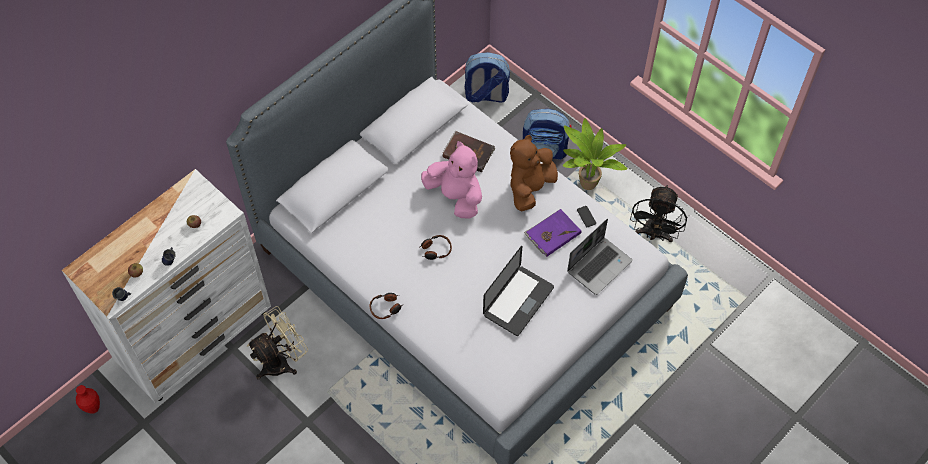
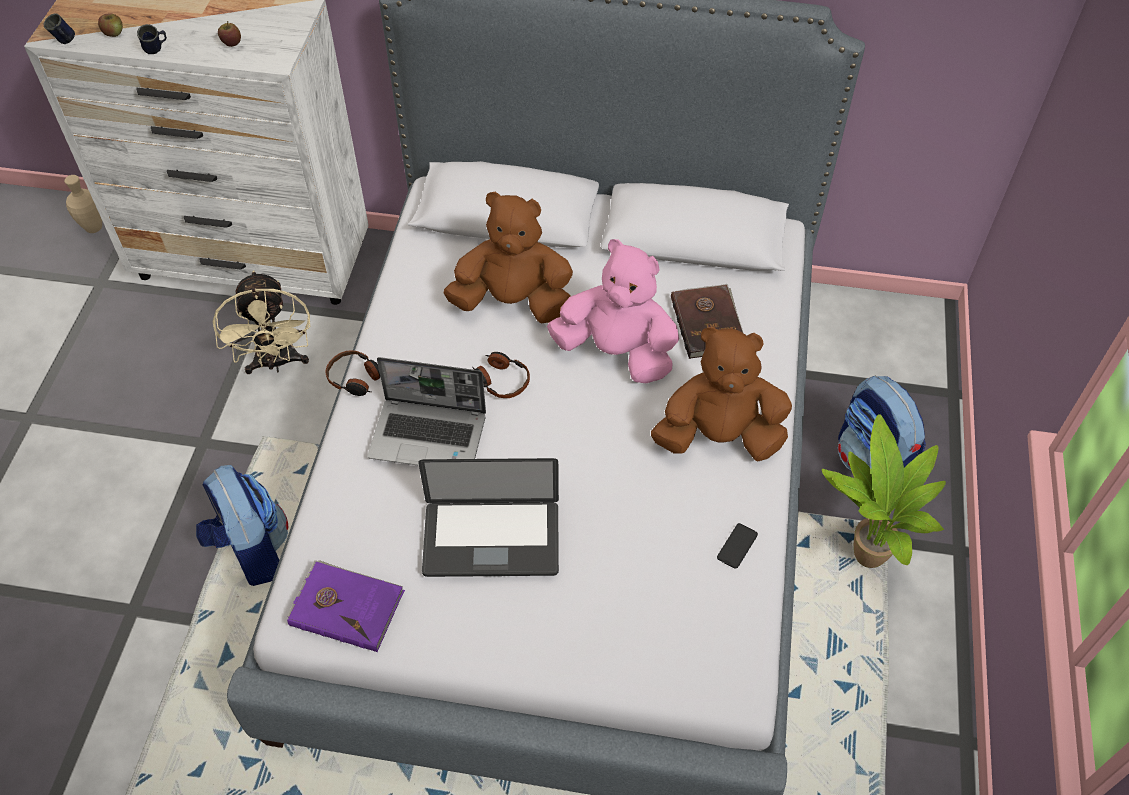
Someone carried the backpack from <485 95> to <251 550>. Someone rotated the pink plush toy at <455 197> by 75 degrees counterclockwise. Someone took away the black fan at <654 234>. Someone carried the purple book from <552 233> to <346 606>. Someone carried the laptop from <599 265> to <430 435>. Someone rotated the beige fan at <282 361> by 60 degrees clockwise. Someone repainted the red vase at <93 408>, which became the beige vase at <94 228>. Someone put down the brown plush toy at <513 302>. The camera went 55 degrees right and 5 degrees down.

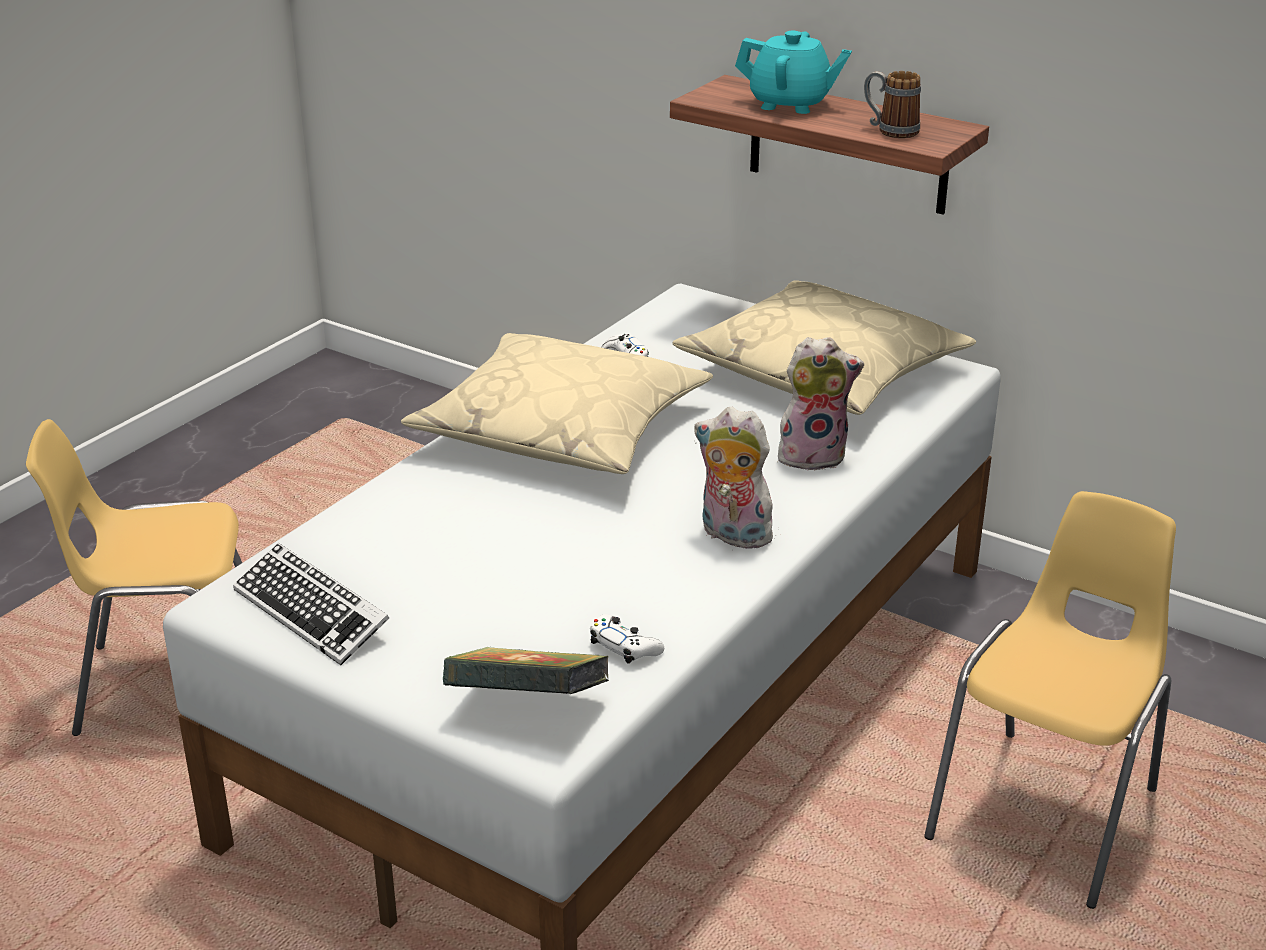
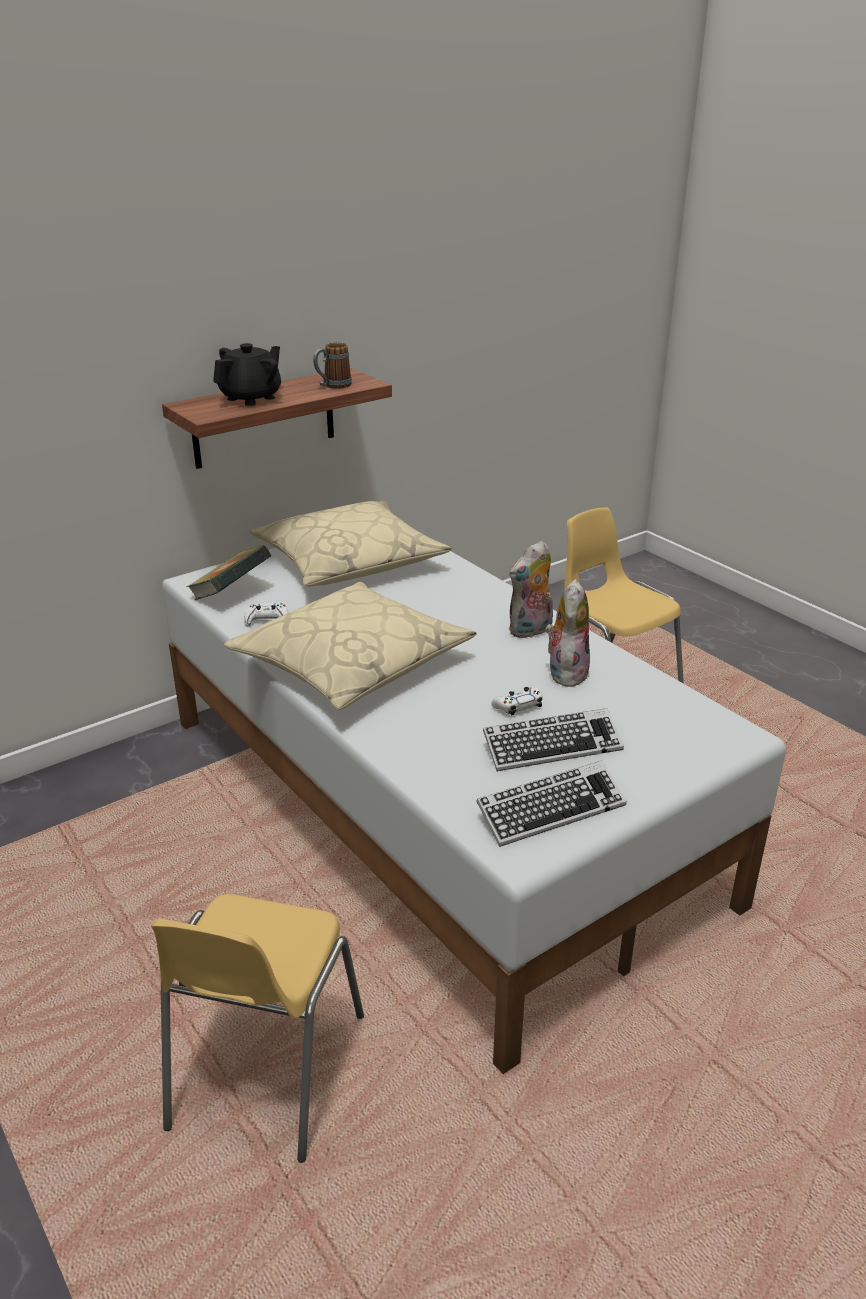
Someone repainted the turquoise teapot at <790 104>, which became the black teapot at <251 398>. Someone carried the plush toy from <813 455> to <565 671>. Someone carried the white game controller from <624 647> to <518 706>. Someone carried the book from <528 707> to <231 594>. Someone put down the keyboard at <552 746>. The camera went 70 degrees left and 0 degrees up.

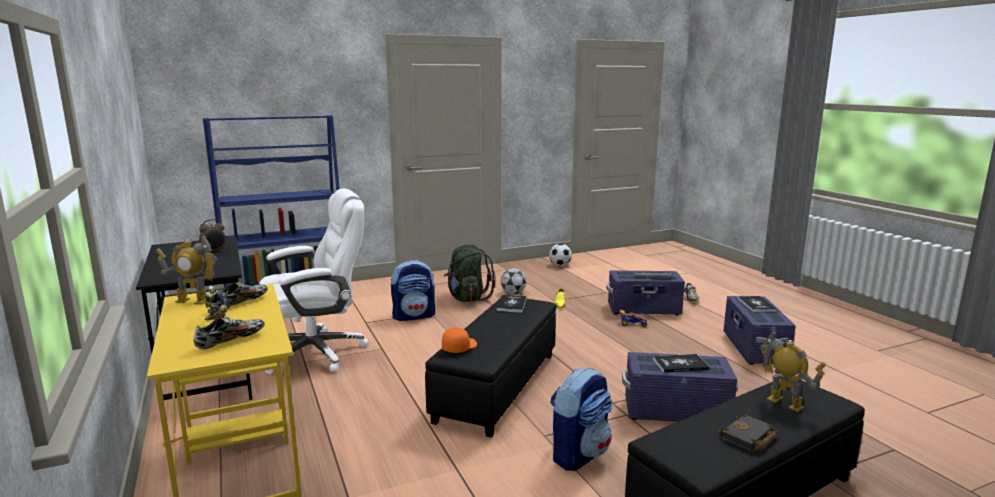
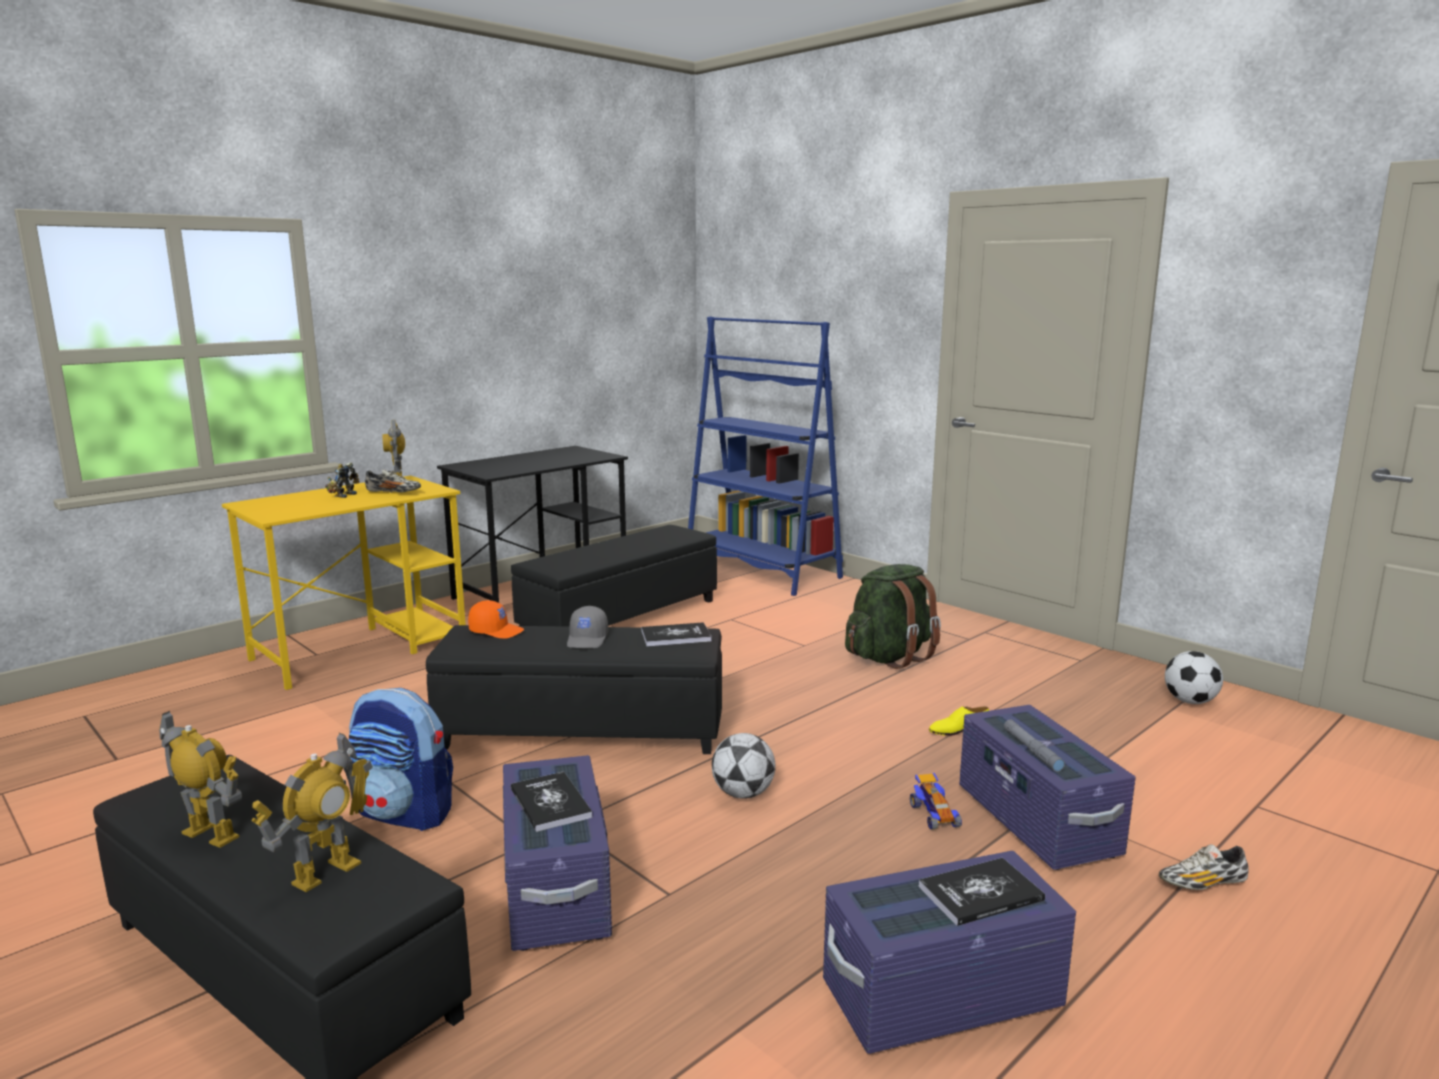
Someone swapped the white office chair at <316 352> for the black ottoman at <621 617>. Someone took away the alarm clock at <214 251>. Someone took away the backpack at <414 316>. Someone carried the football from <513 293> to <743 794>. Someone took away the shoe at <230 341>. Someone swapped the black book at <748 438> for the toy robot at <211 834>. Someone put down the grey cap at <588 640>. The camera went 70 degrees right and 0 degrees up.

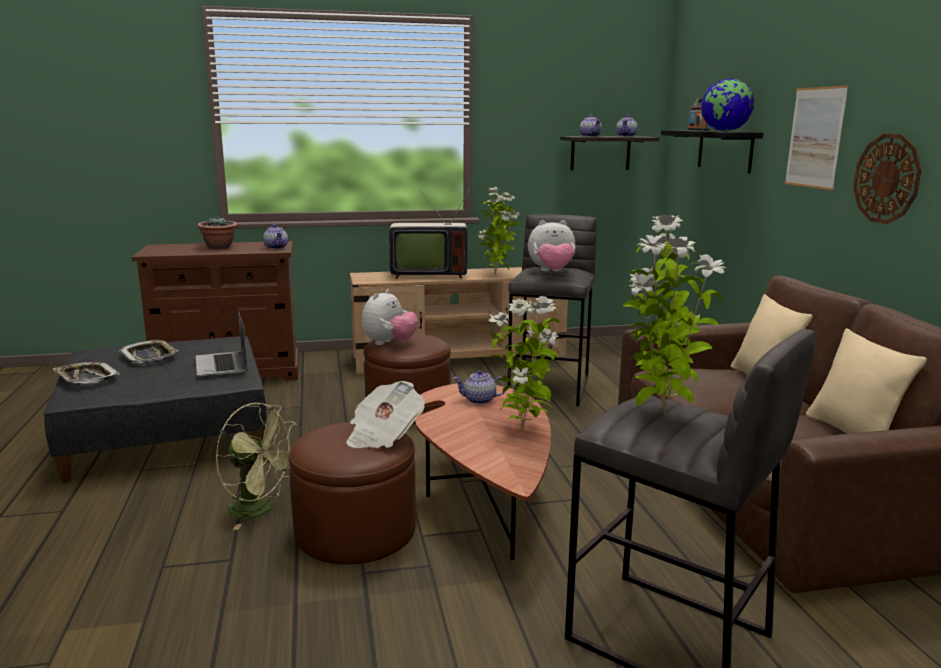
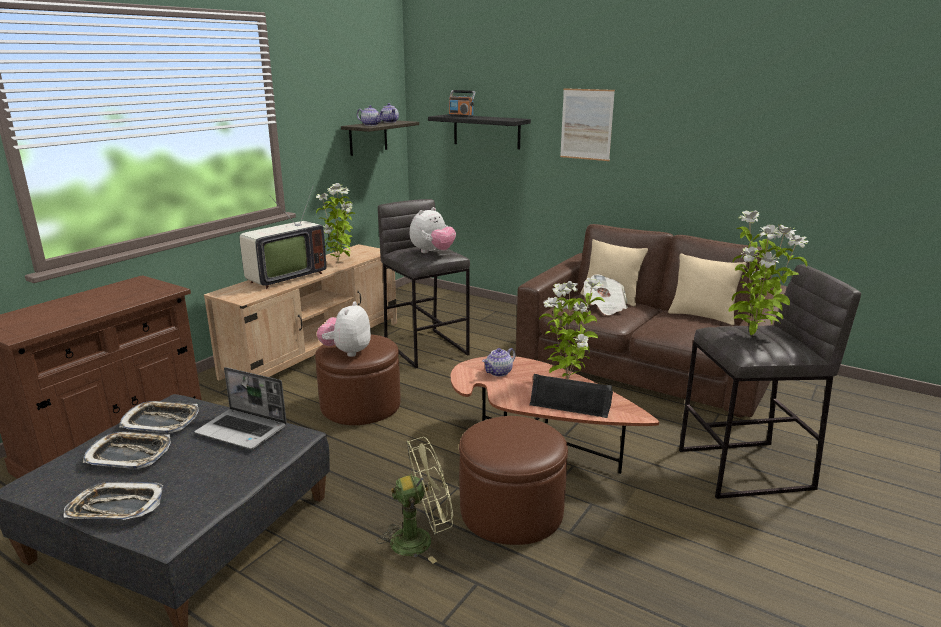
Someone took away the globe at <724 131>. Someone took away the wall clock at <887 178>. Someone took away the potted plant at <219 247>. Someone took away the teapot at <276 247>. Someone rotated the plush toy at <389 343> by 150 degrees counterclockwise. Someone carried the newspaper from <383 435> to <604 306>. Someone put down the black speaker at <571 403>. Someone put down the tray at <161 421>. The camera went 45 degrees left and 5 degrees up.

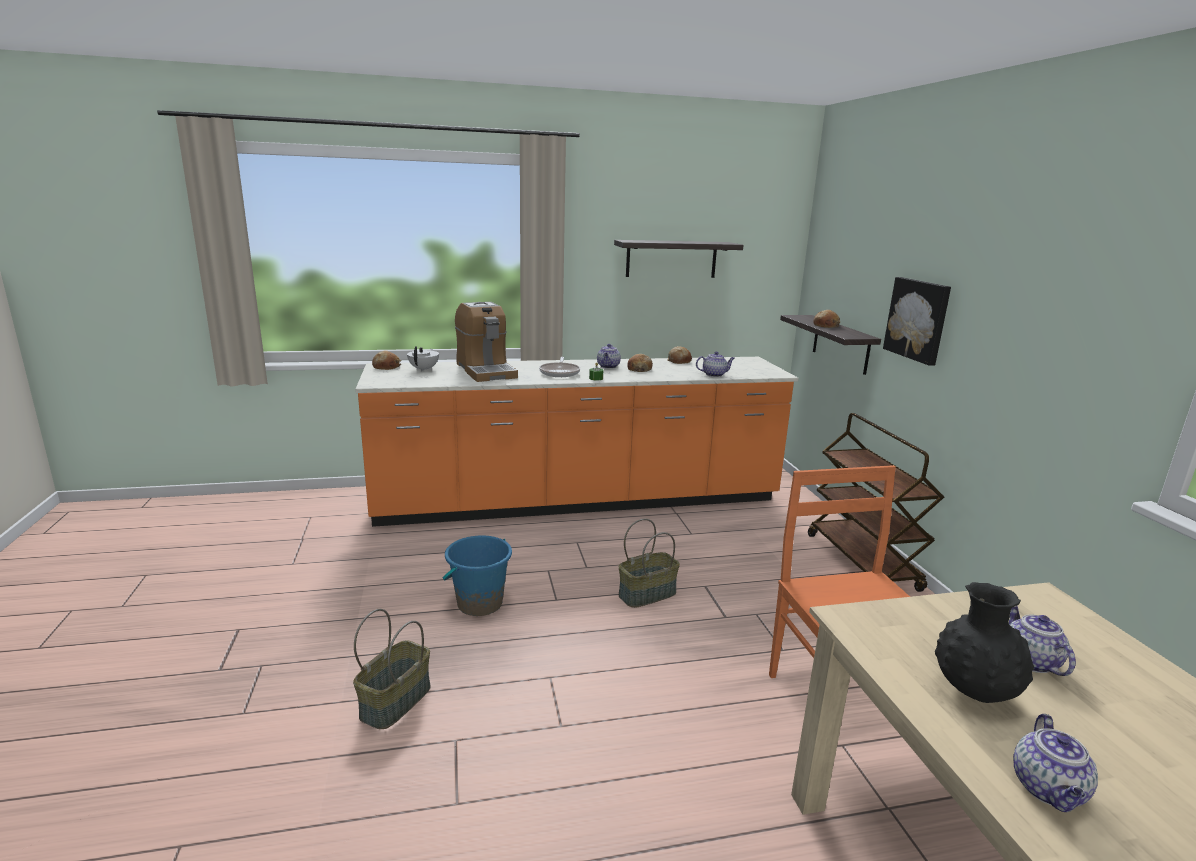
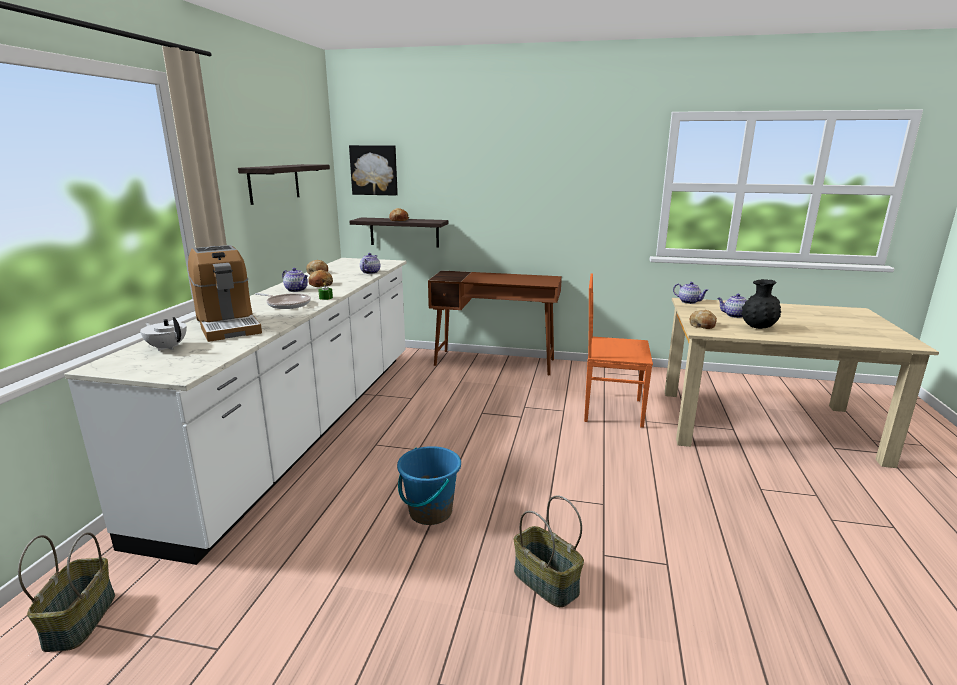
Someone carried the picture from <918 319> to <374 170>. Someone rotated the coffee machine at <485 370> by 60 degrees clockwise. Someone carried the bread from <386 366> to <702 325>. Someone repainted the orange counter at <579 502>, which became the white counter at <306 427>. Someone swapped the brown cart at <862 562> for the brown desk at <495 362>. Someone carried the basket from <647 594> to <79 620>. Someone carried the teapot from <1049 790> to <689 302>. The camera went 65 degrees left and 0 degrees up.

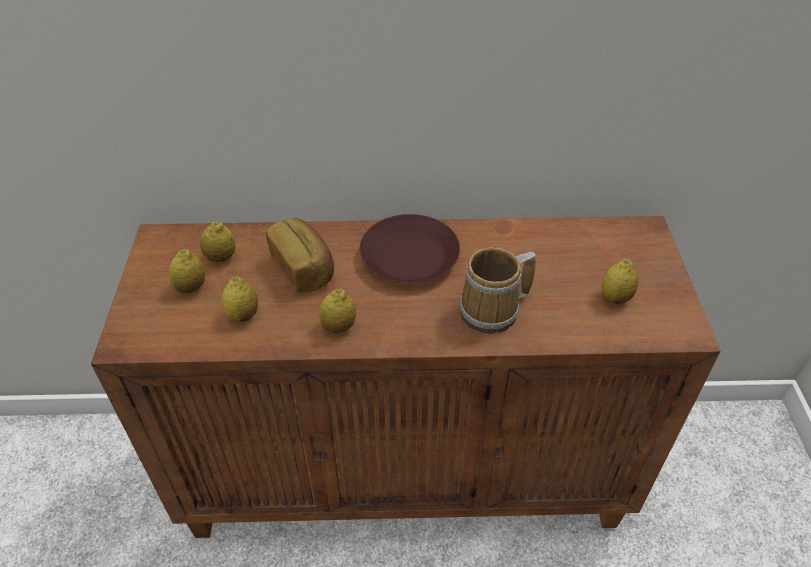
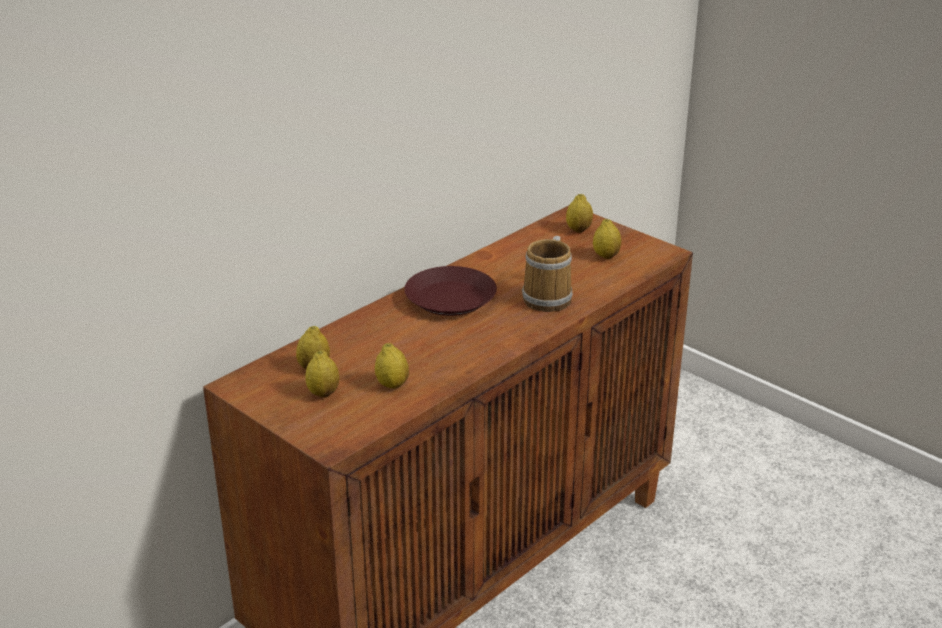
Someone took away the bread at <304 268>. Someone carried the lemon from <338 326> to <578 230>. The camera went 45 degrees left and 15 degrees down.

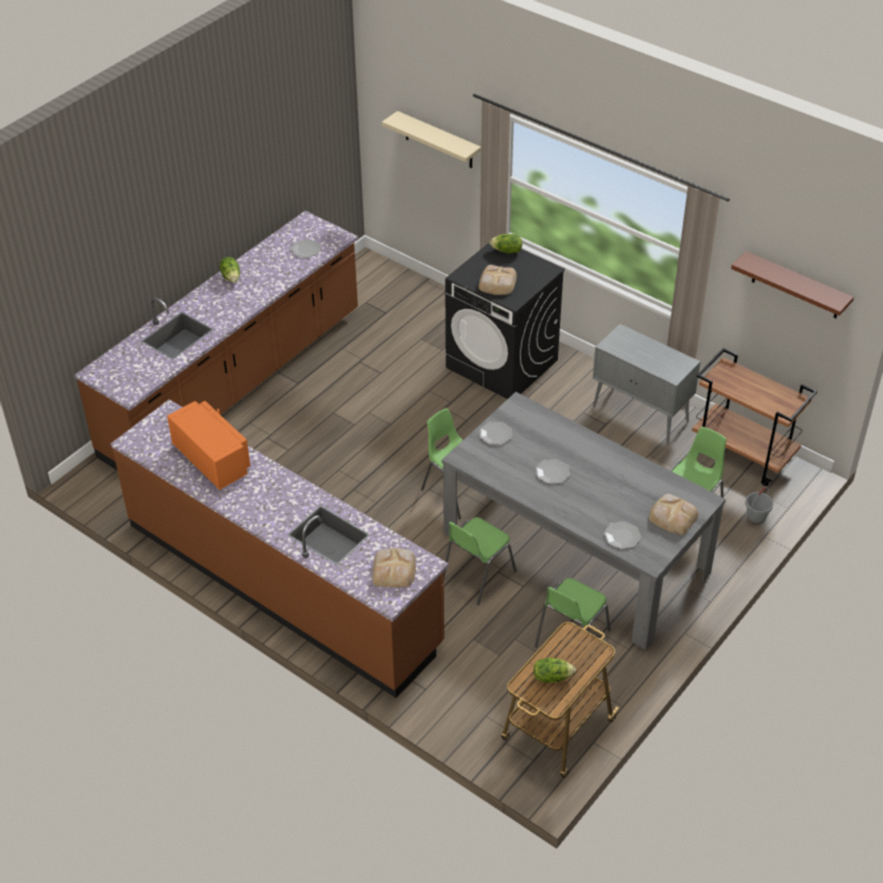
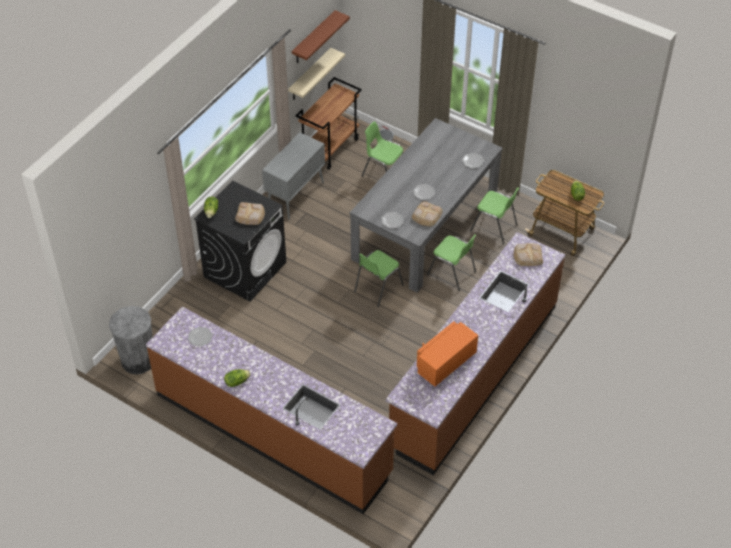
Someone carried the beige shelf from <438 140> to <310 75>. Someone carried the bread from <672 516> to <426 216>. Someone put down the grey trash can at <138 360>. The camera went 95 degrees left and 5 degrees up.

